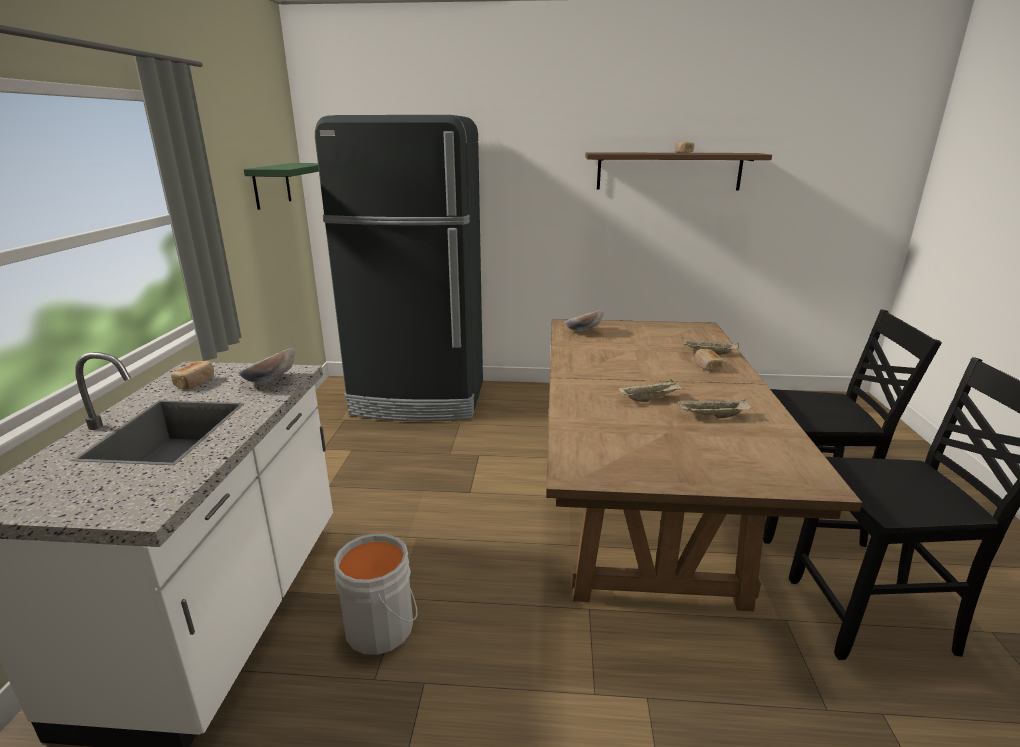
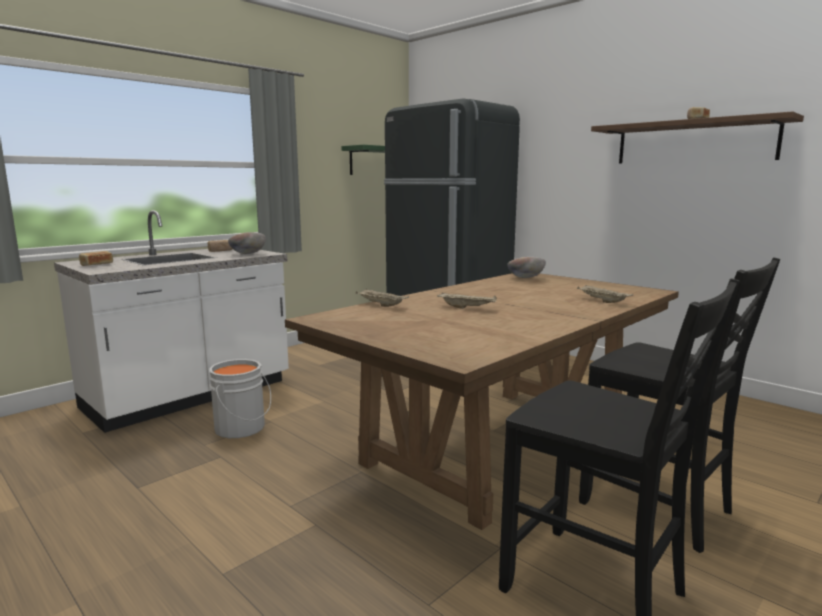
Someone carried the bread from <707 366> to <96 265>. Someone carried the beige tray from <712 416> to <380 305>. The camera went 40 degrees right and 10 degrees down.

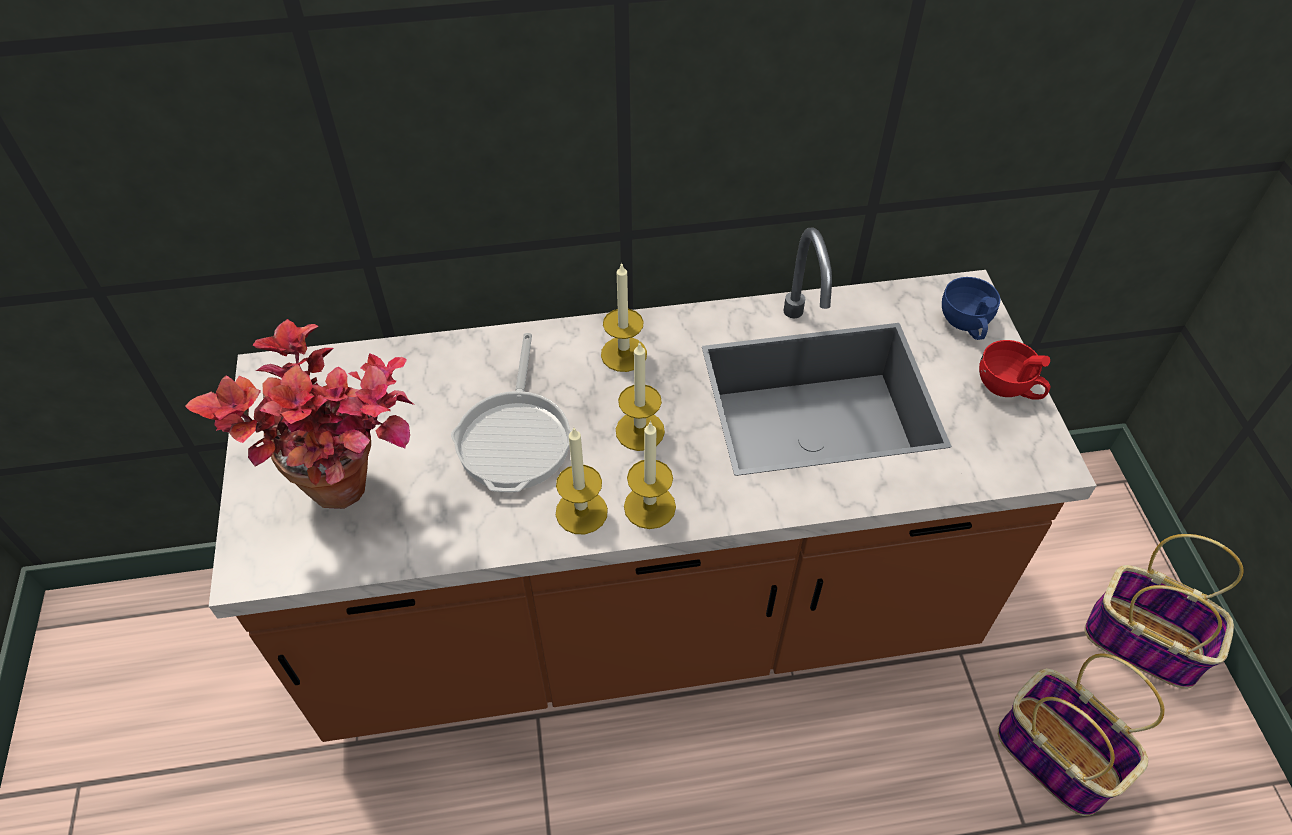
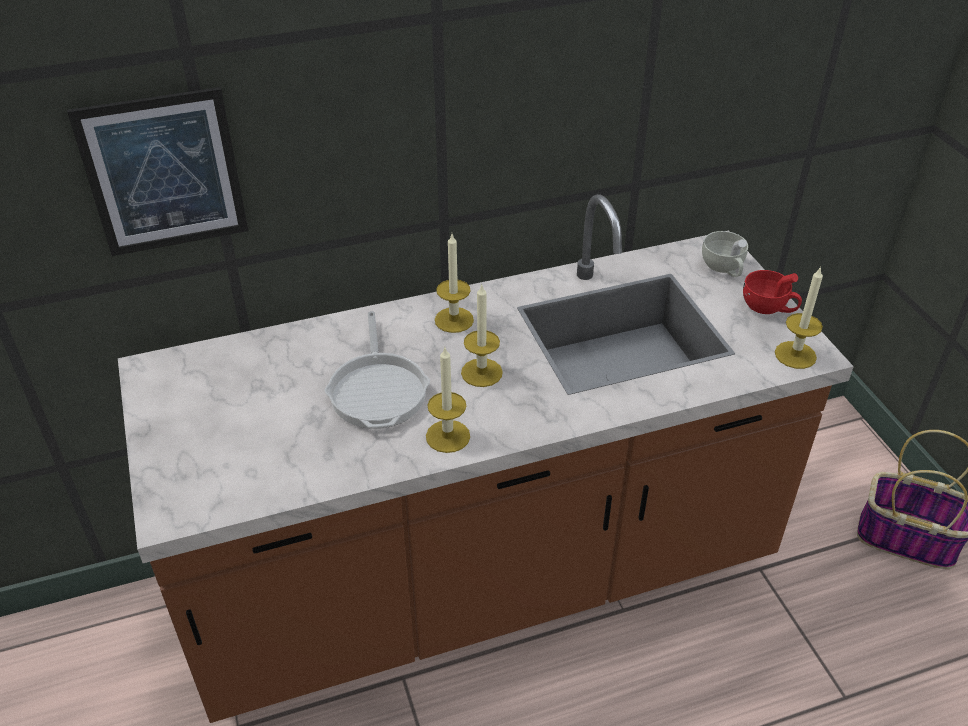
Someone repainted the blue cup at <966 324>, which became the white cup at <724 268>. Someone took away the potted plant at <356 498>. Someone carried the candle from <649 506> to <795 355>. Someone took away the basket at <1053 755>. Someone put up the picture at <164 173>. The camera went 10 degrees left and 10 degrees down.

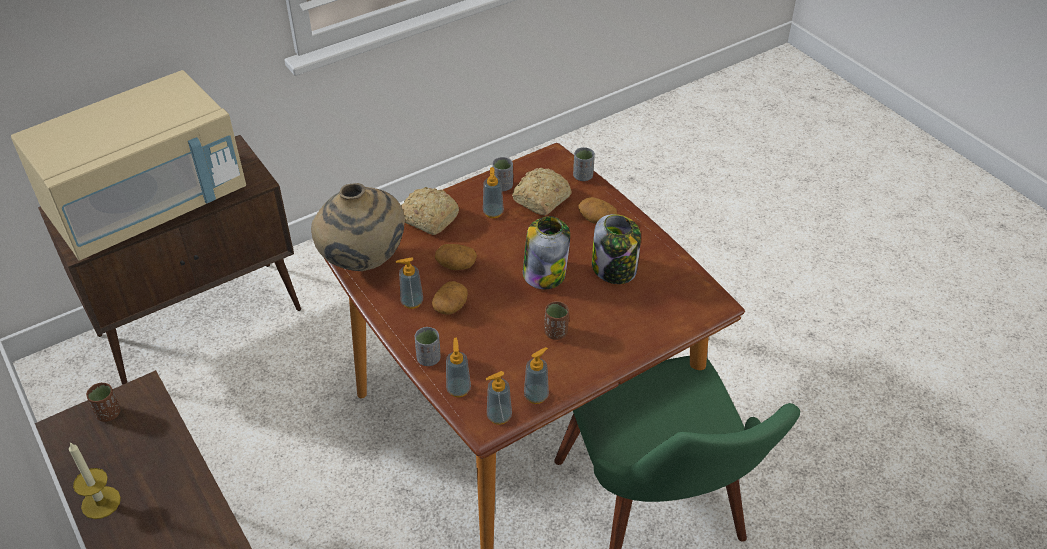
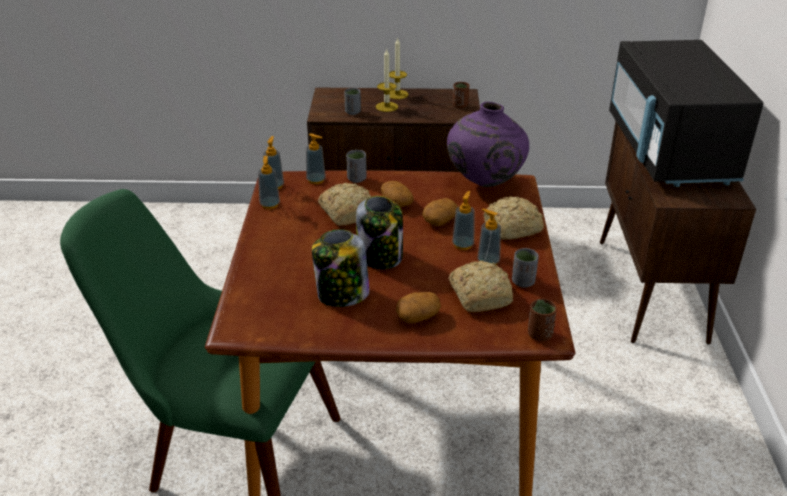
Someone repainted the beige microwave at <149 205>, which became the black microwave at <669 151>. Someone carried the grey cup from <583 176> to <353 112>. Someone repainted the beige vase at <363 264>, which became the purple vase at <484 184>. Someone carried the soap dispenser from <412 302> to <463 245>. Someone carried the brown cup from <556 332> to <539 335>. Someone put down the candle at <386 107>. Someone put down the bread at <347 212>. The camera went 125 degrees right and 10 degrees down.

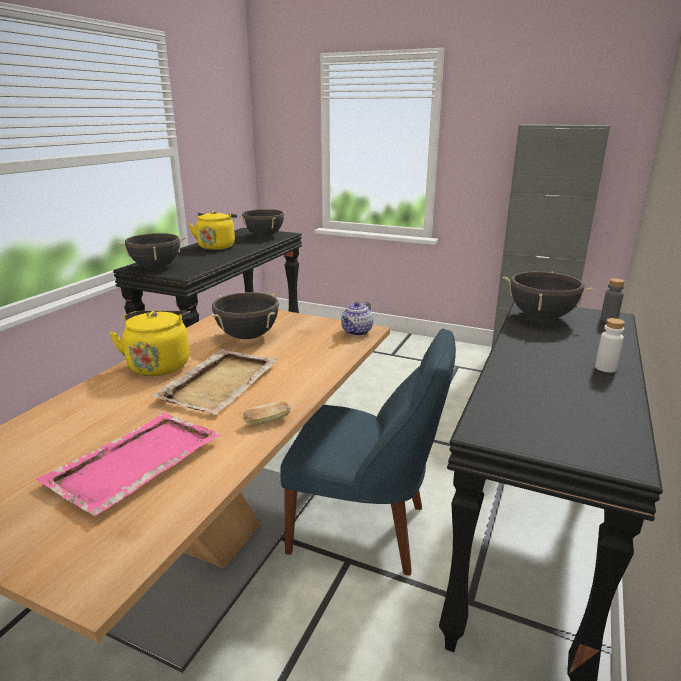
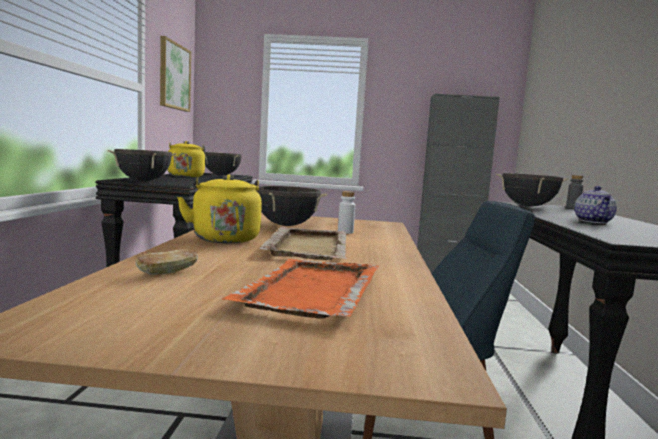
Someone carried the teapot from <356 332> to <594 221>. Someone carried the white bottle from <605 368> to <345 232>. Someone carried the bread from <267 421> to <168 273>. Someone repainted the pink tray at <134 463>, which became the orange tray at <311 291>. Someone put up the picture at <174 76>. The camera went 20 degrees left and 15 degrees down.

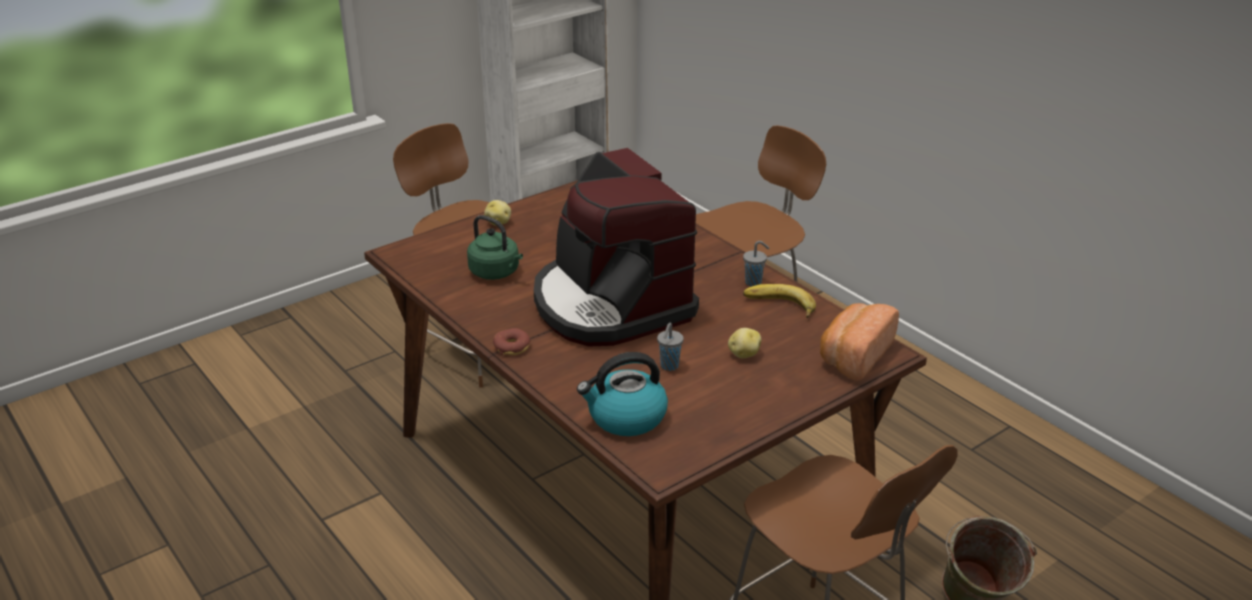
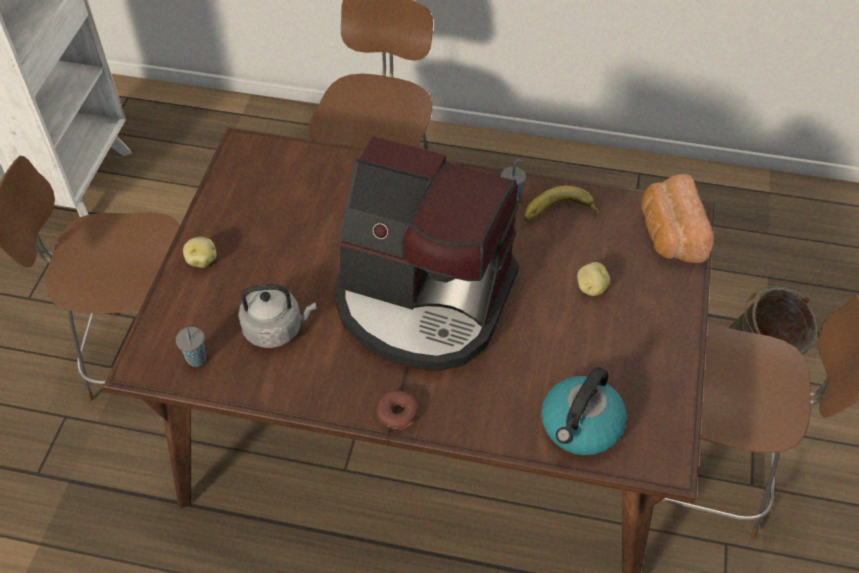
Someone repainted the green kettle at <496 273>, which became the grey kettle at <276 329>. Someone carried the grey cup from <669 366> to <196 360>. The camera went 40 degrees left and 20 degrees up.

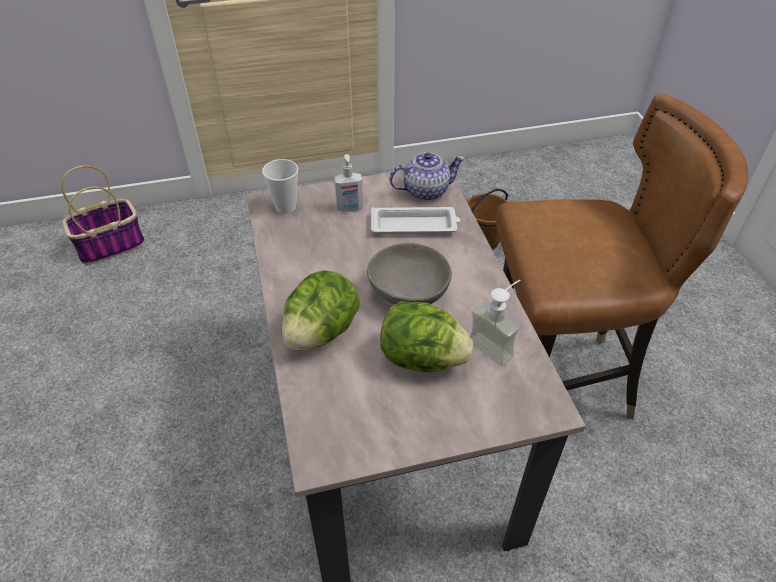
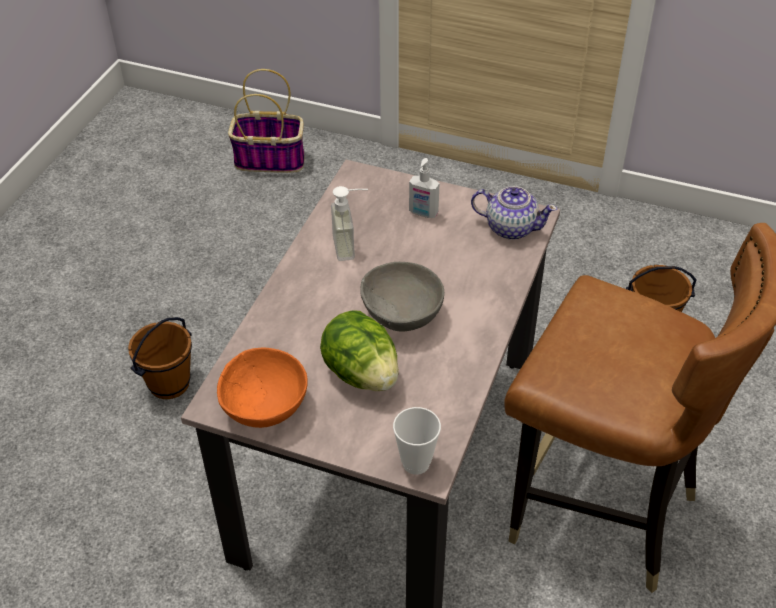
Someone carried the cup from <285 207> to <416 463>. Someone took away the white tray at <415 225>. Someone took away the lettuce at <321 332>. Someone carried the soap dispenser from <496 344> to <352 246>. Someone put down the brown bucket at <169 383>. Someone put down the orange bowl at <264 408>. The camera went 35 degrees right and 0 degrees up.

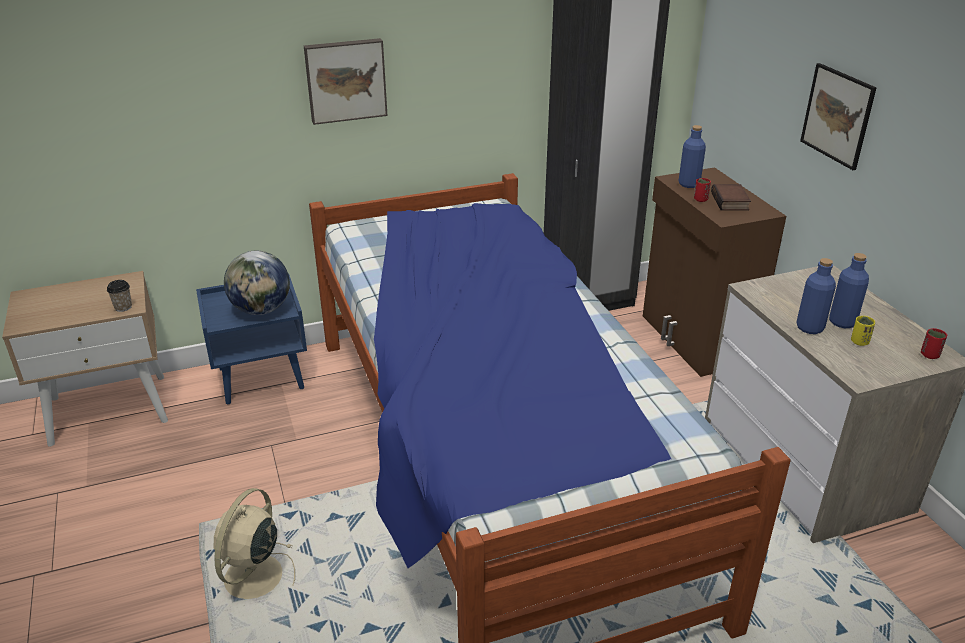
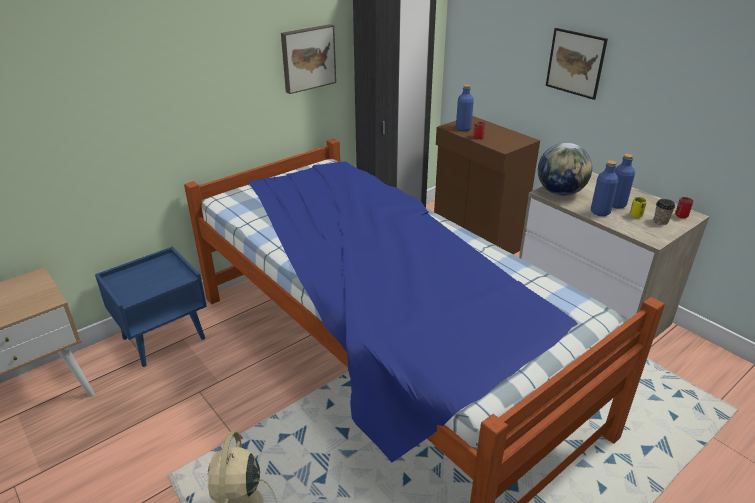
Someone carried the picture from <345 80> to <307 58>. Someone took away the book at <731 202>. Someone carried the globe from <261 310> to <560 192>. Someone carried the cup from <123 307> to <660 221>. The camera went 20 degrees left and 0 degrees up.

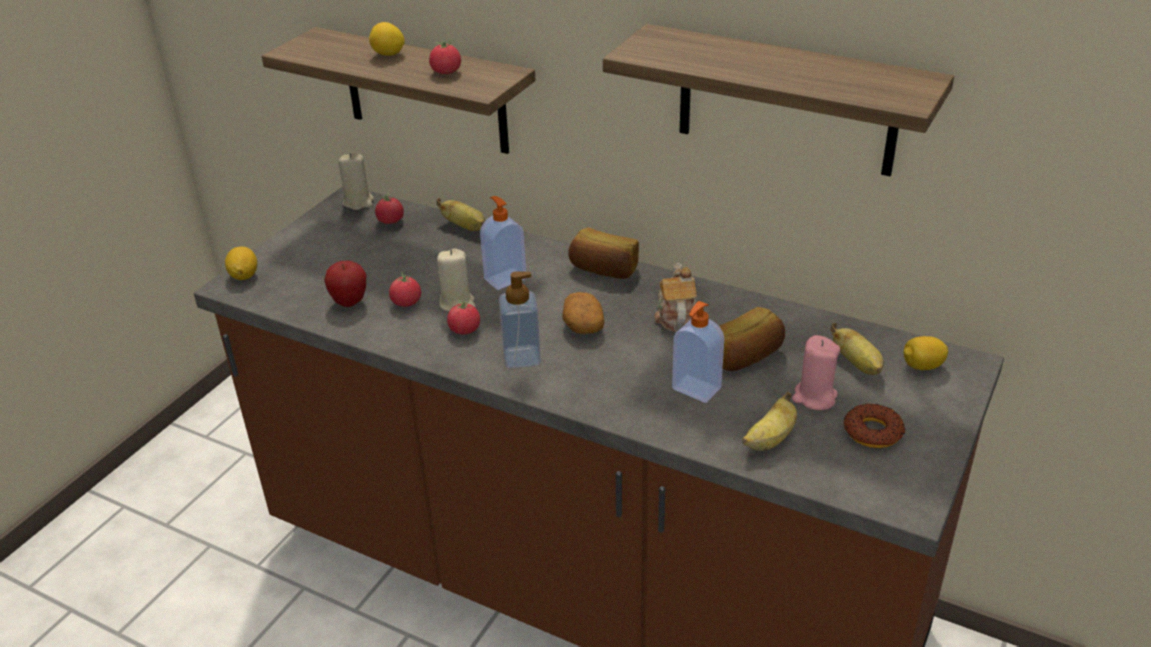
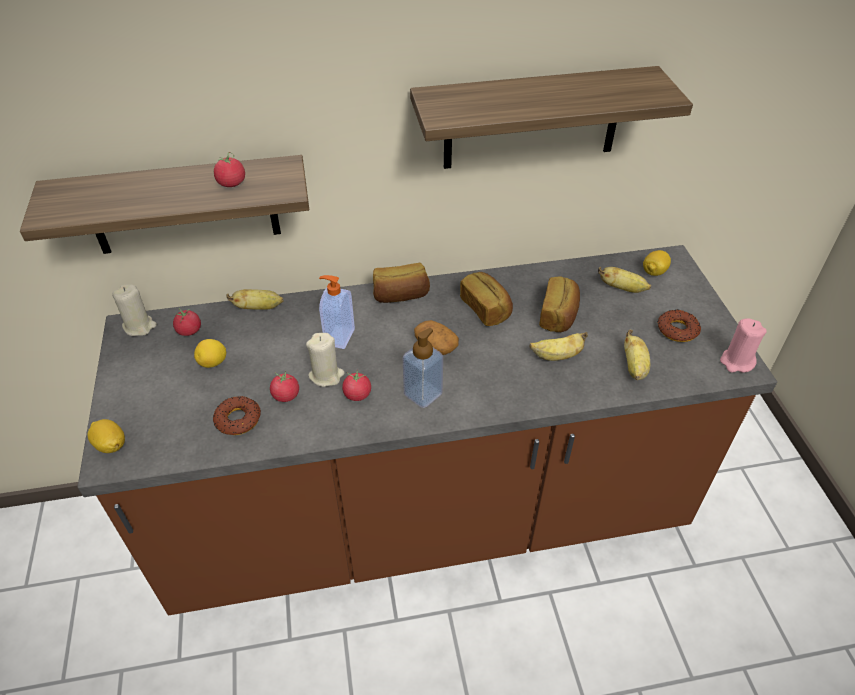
Someone carried the lemon from <388 54> to <213 363>. Someone swapped the apple at <350 302> for the donut at <238 419>. Someone swapped the teapot at <675 316> for the bread at <486 308>. Someone swapped the soap dispenser at <695 390> for the banana at <556 356>. Someone carried the pink candle from <814 397> to <736 362>. The camera went 40 degrees left and 10 degrees up.

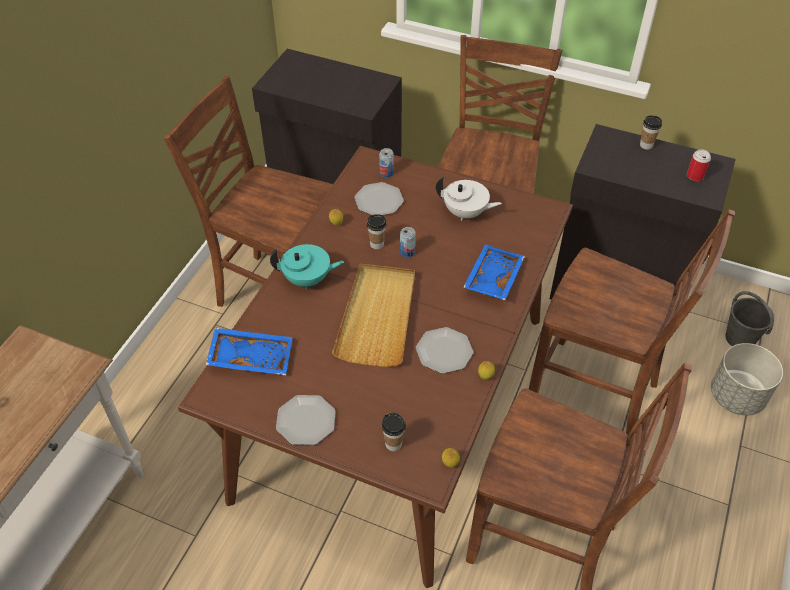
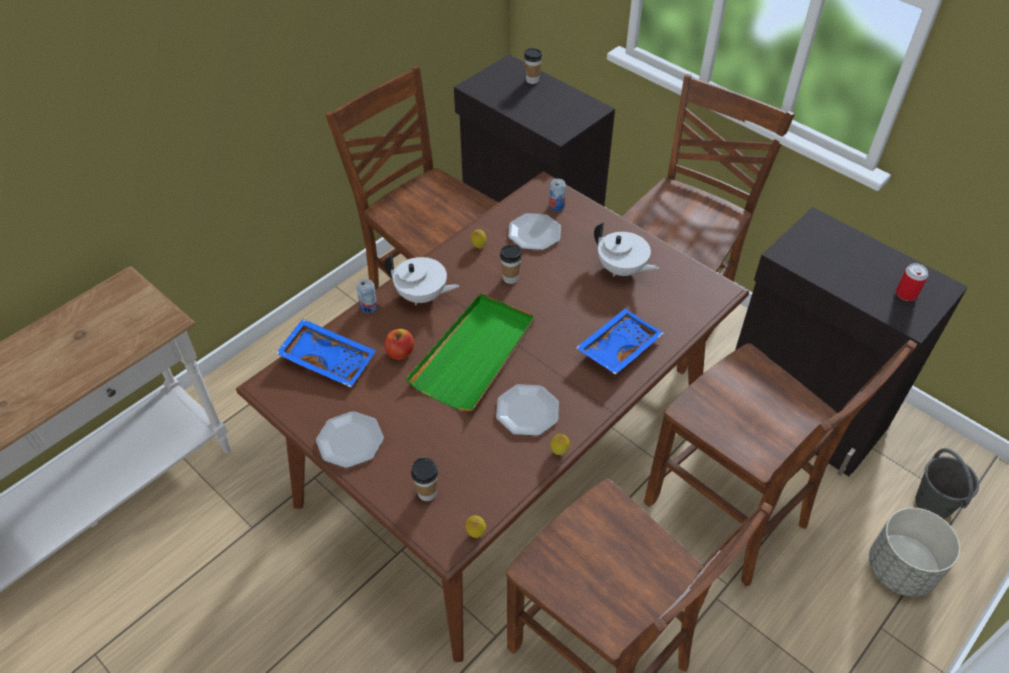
Someone carried the cup from <646 145> to <532 80>. Someone carried the can from <407 252> to <368 307>. Someone repainted the turquoise teapot at <308 279>, which became the white teapot at <422 296>. Someone repainted the beige tray at <378 316>, which became the green tray at <475 354>. Someone put down the apple at <400 352>. The camera went 20 degrees right and 0 degrees up.

